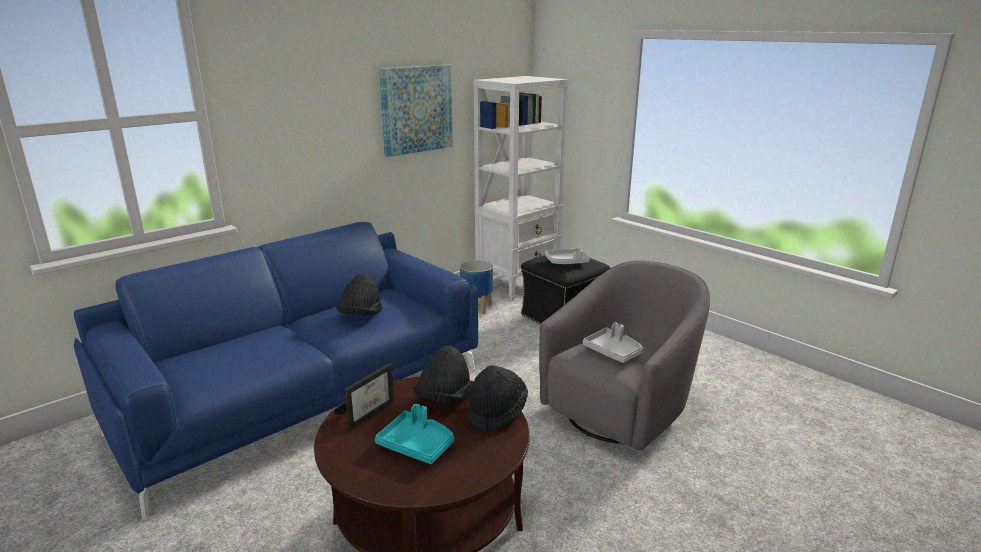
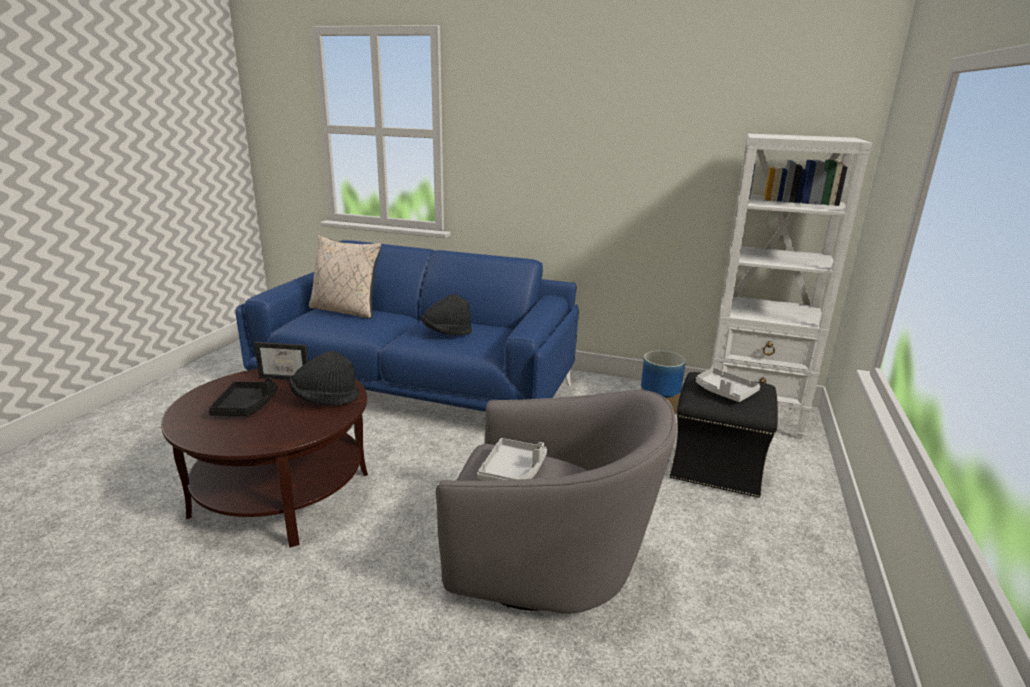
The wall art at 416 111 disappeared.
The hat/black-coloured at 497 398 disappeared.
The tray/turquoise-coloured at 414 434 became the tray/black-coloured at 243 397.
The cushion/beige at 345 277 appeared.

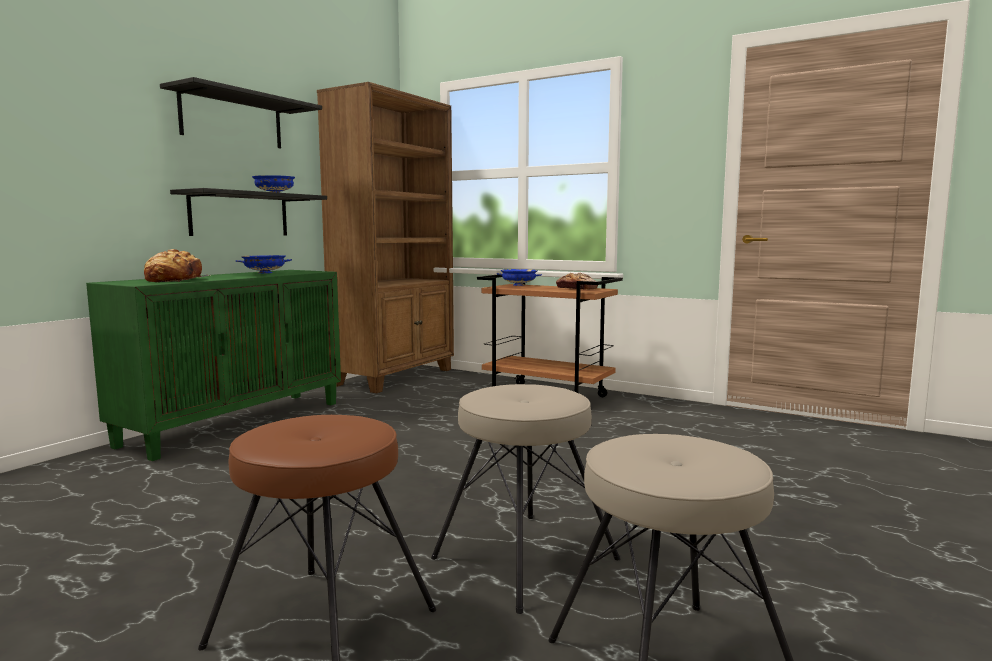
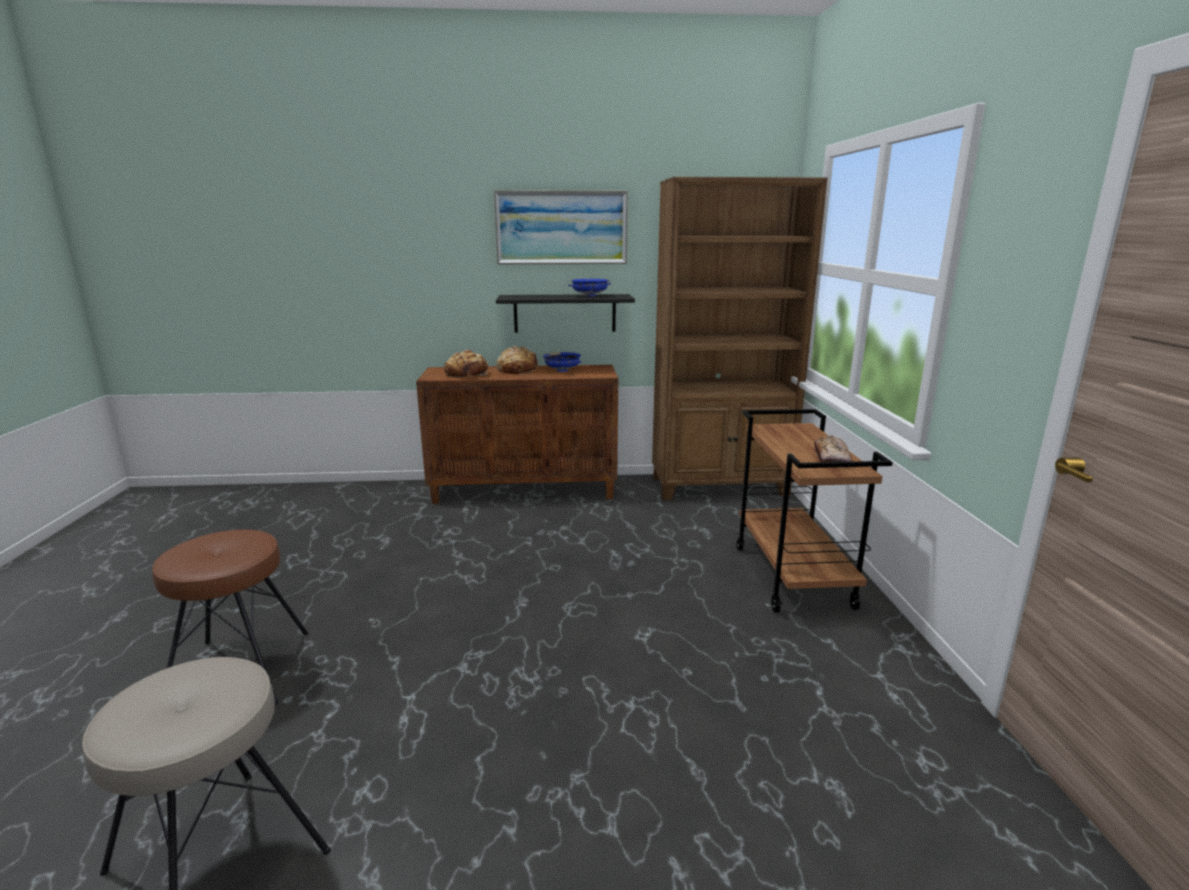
The bracket shelf/black-coloured at 241 113 was replaced by the wall art at 561 227.
The serving bowl/bluish at 519 277 disappeared.
The storage cabinet/green at 213 365 became the storage cabinet/brownish at 517 434.
The stool seat/beige at 525 499 disappeared.
The baked bread at 518 360 appeared.

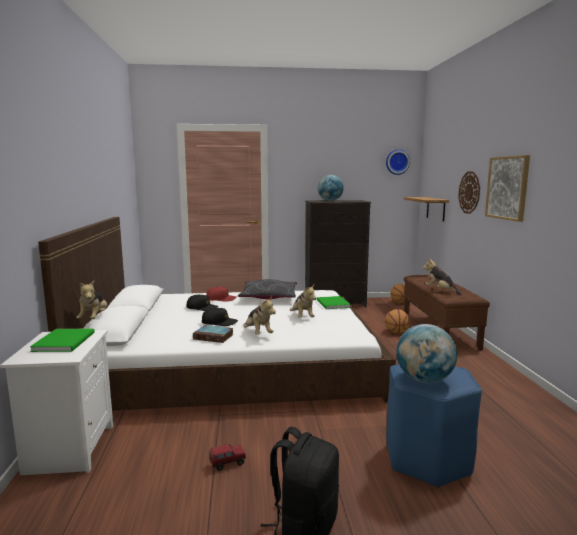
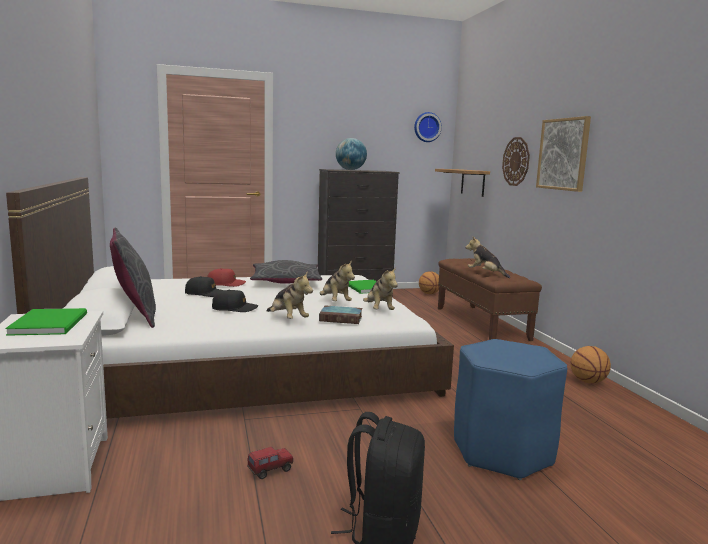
The soft toy moved from 91 300 to 380 288.
The basketball ball moved from 397 321 to 590 364.
The world globe at 426 353 disappeared.
The book moved from 213 334 to 340 315.
The cushion/greyish at 133 278 appeared.

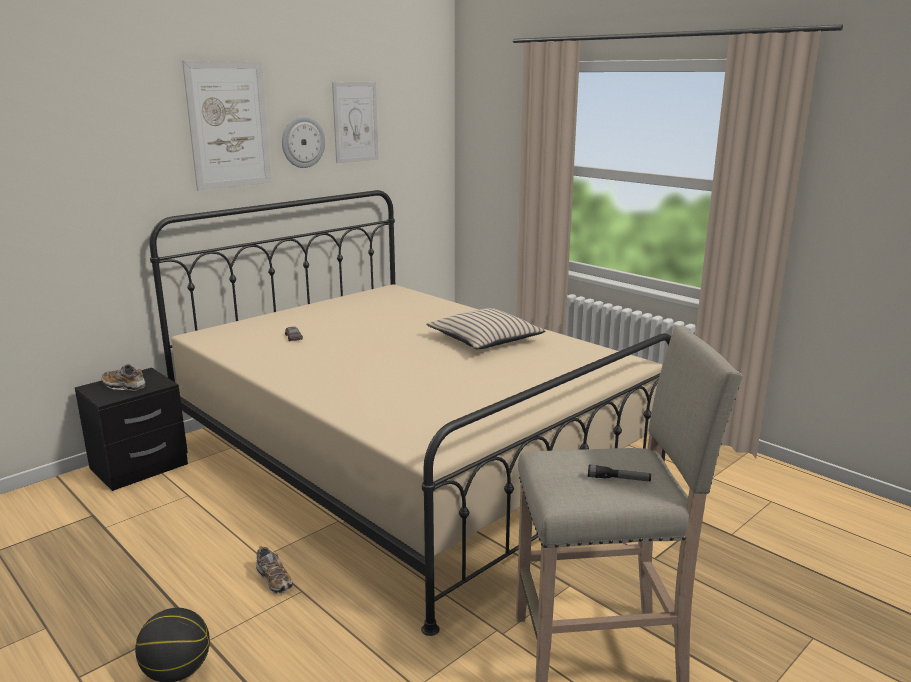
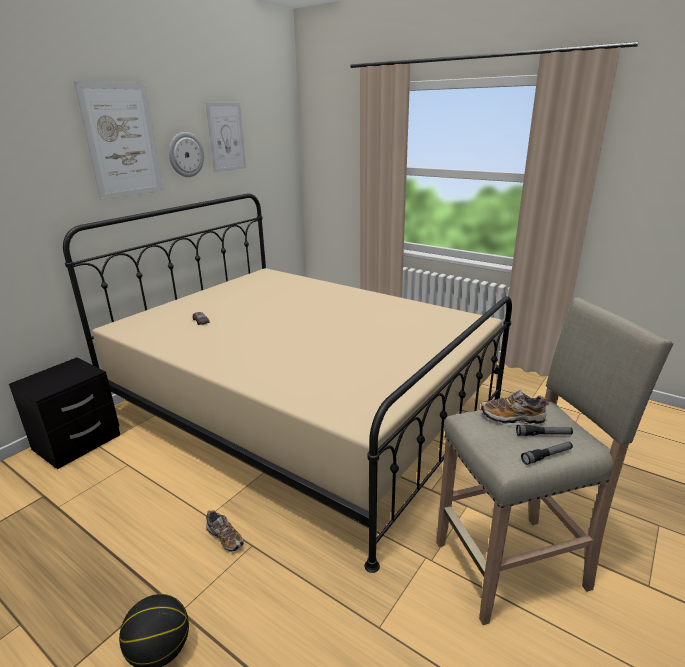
The cushion/beige at 485 328 disappeared.
The low shoe moved from 124 377 to 515 407.
The hand torch at 547 453 appeared.

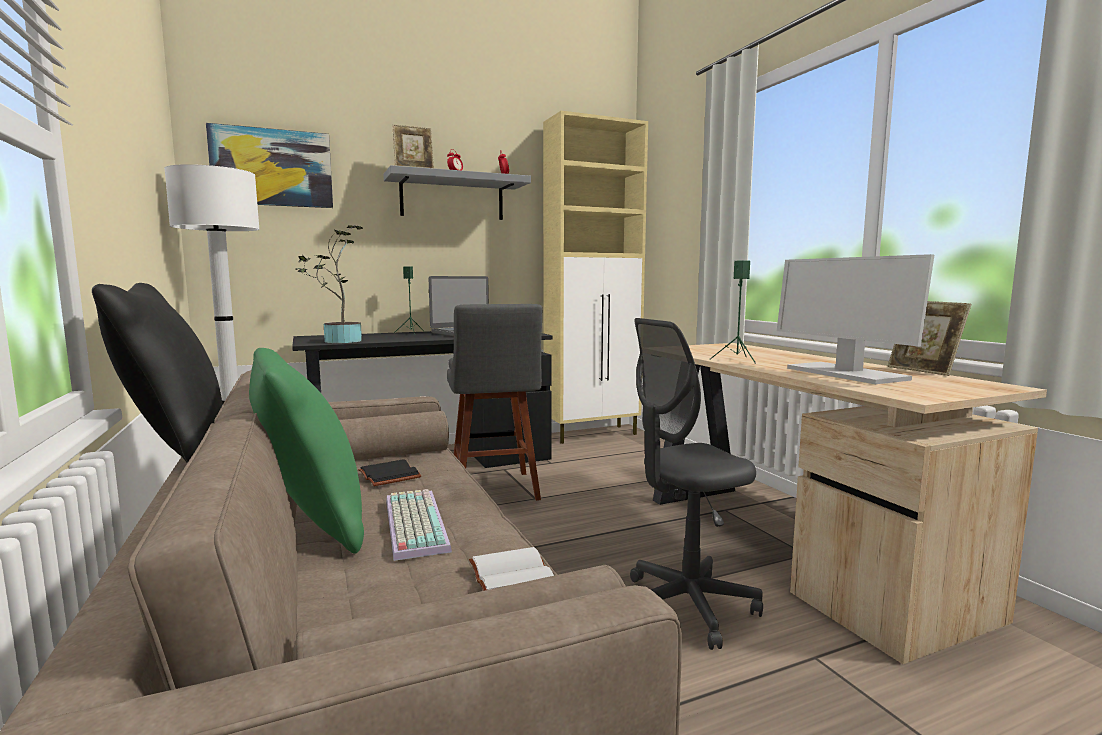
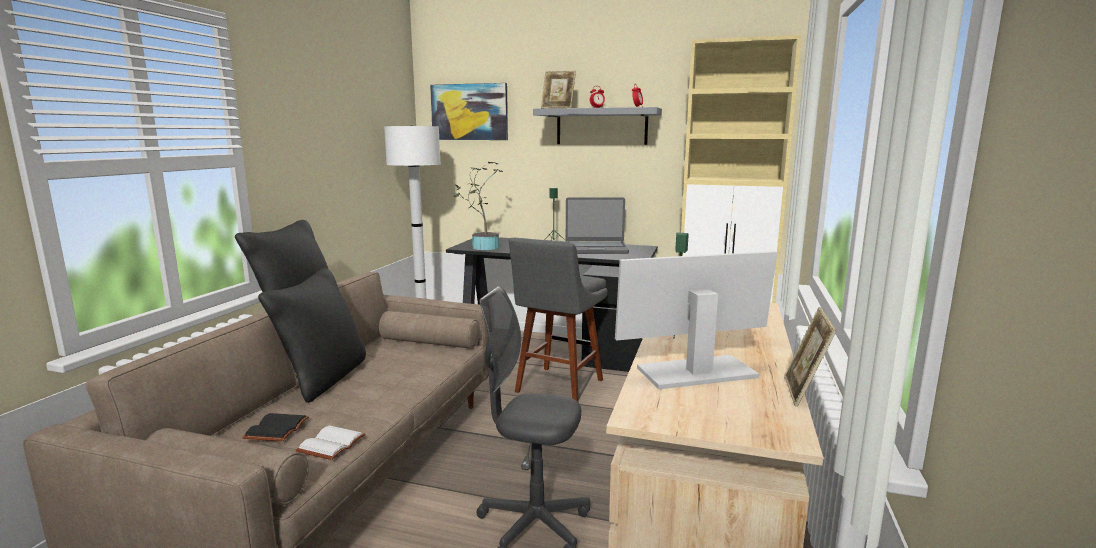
The computer screen at 855 319 turned 60 degrees clockwise.
The cushion/green at 306 450 became the cushion/black-coloured at 312 335.
The book/black-coloured moved from 390 473 to 275 427.
The keyboard at 419 525 disappeared.

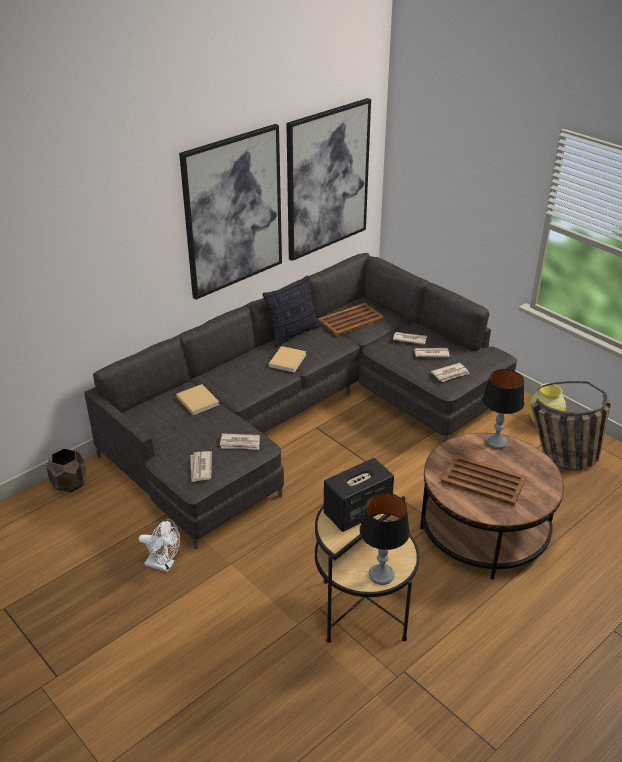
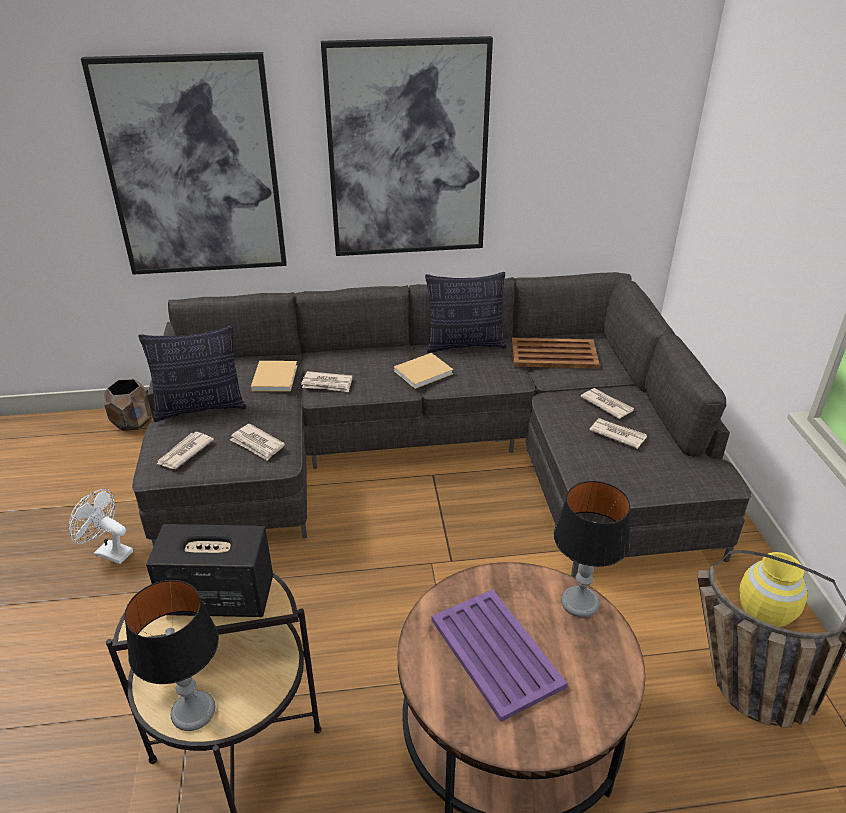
The wall art moved from 328 179 to 184 163.
The printed paper moved from 450 372 to 326 381.
The tray/brownish at 484 480 became the tray/purplish at 499 655.
The cooling fan/white at 159 545 turned 150 degrees clockwise.
The cushion at 193 373 appeared.

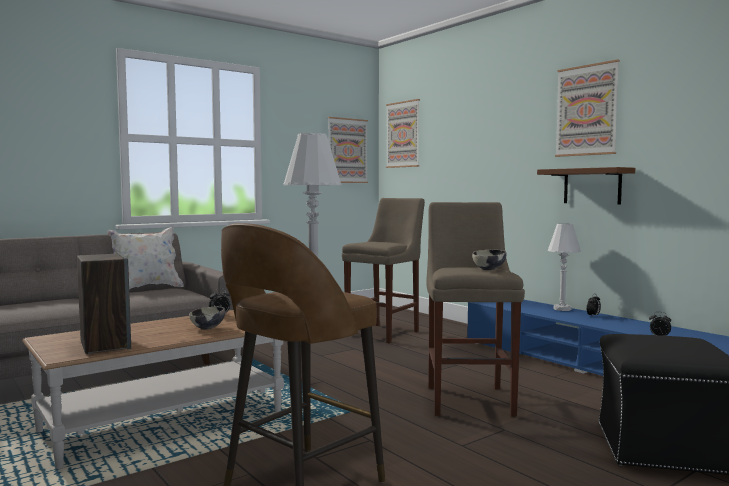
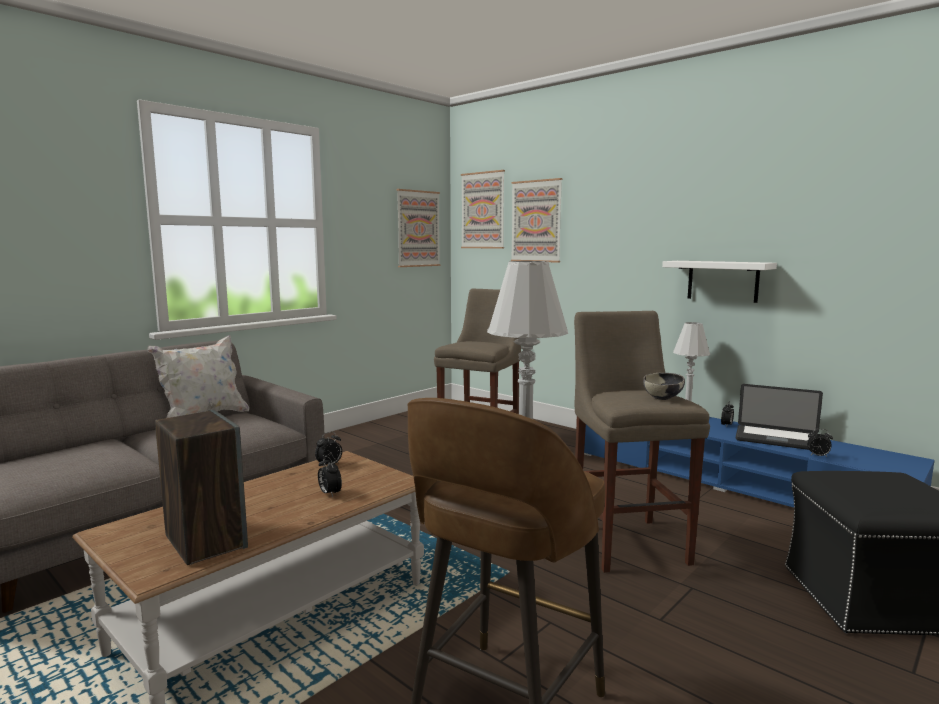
The wall art moved from 587 108 to 536 220.
The bracket shelf/brownish at 586 186 became the bracket shelf/white at 719 282.
The serving bowl at 207 318 was replaced by the table clock at 330 476.
The laptop at 779 417 appeared.

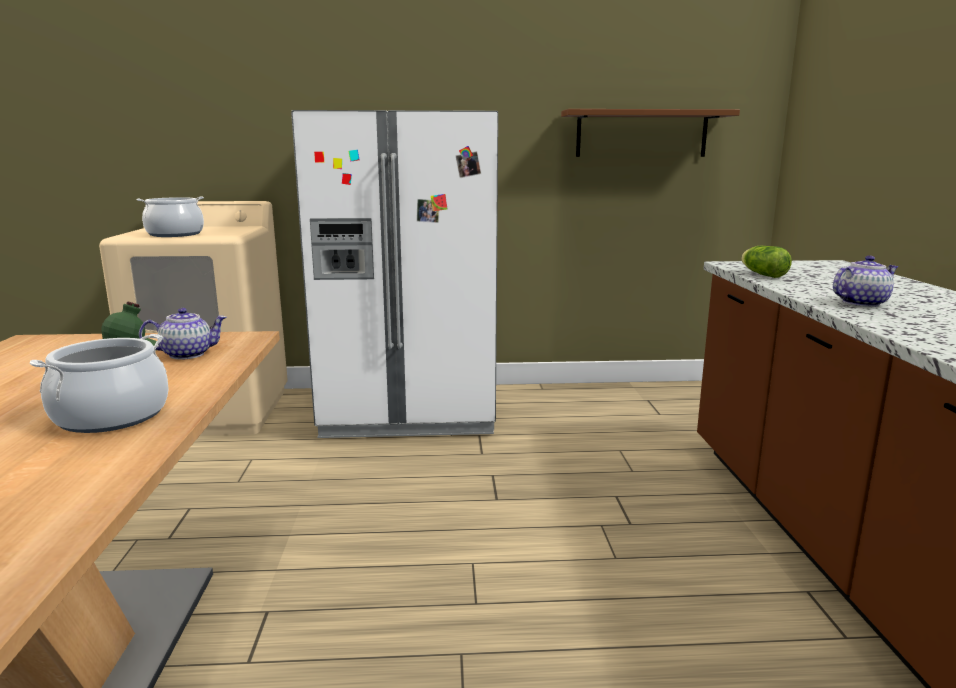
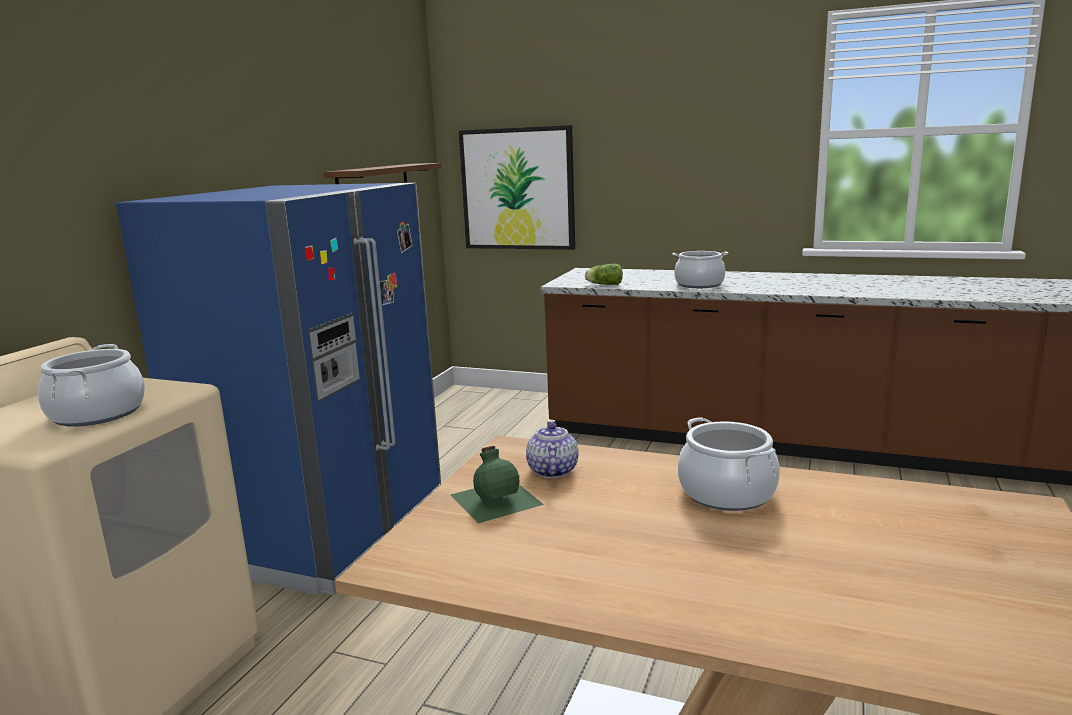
The refrigerator/white at 394 274 became the refrigerator/bluish at 278 389.
The teapot at 865 281 was replaced by the cooking pot at 700 269.
The wall art at 517 187 appeared.

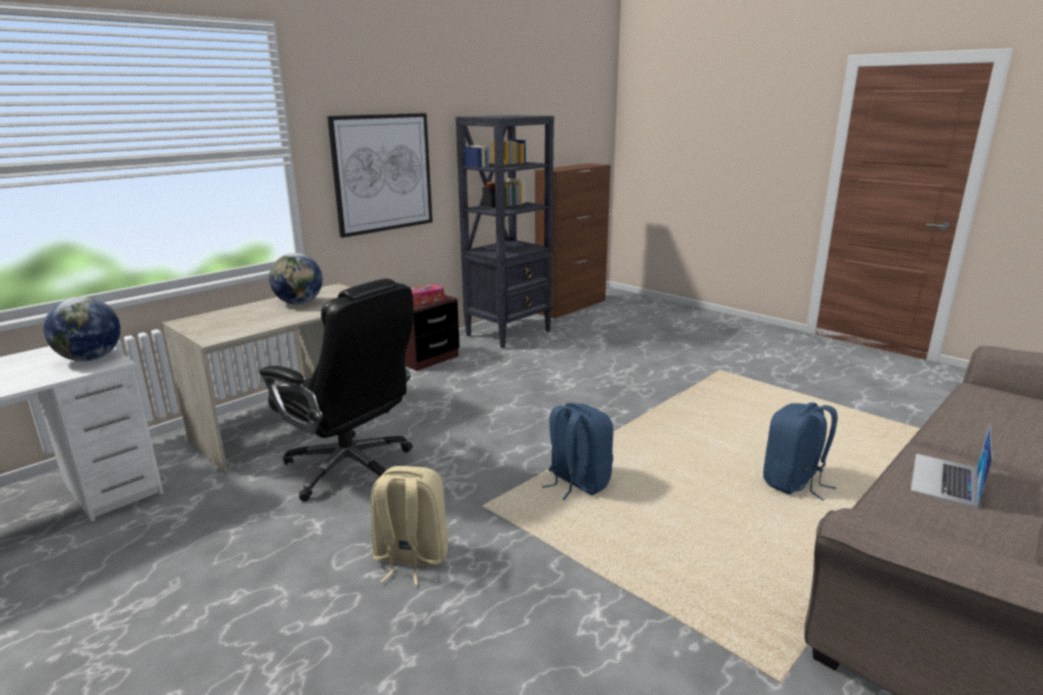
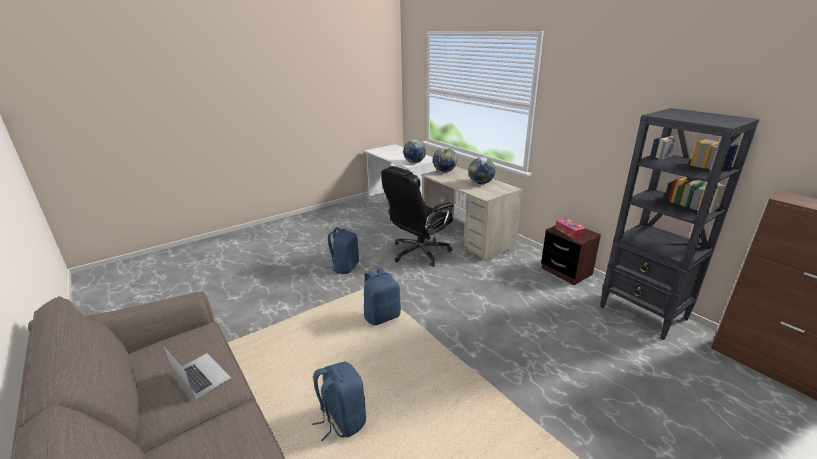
The wall art at 379 175 disappeared.
The rucksack/beige at 409 525 became the rucksack/bluish at 343 250.
The world globe at 445 159 appeared.

